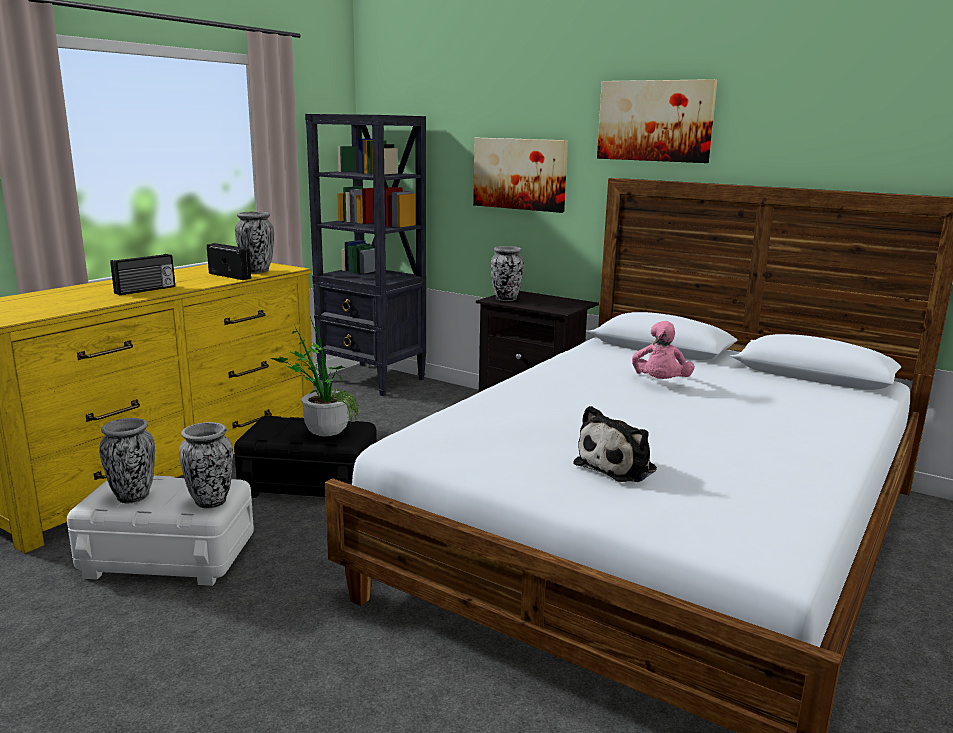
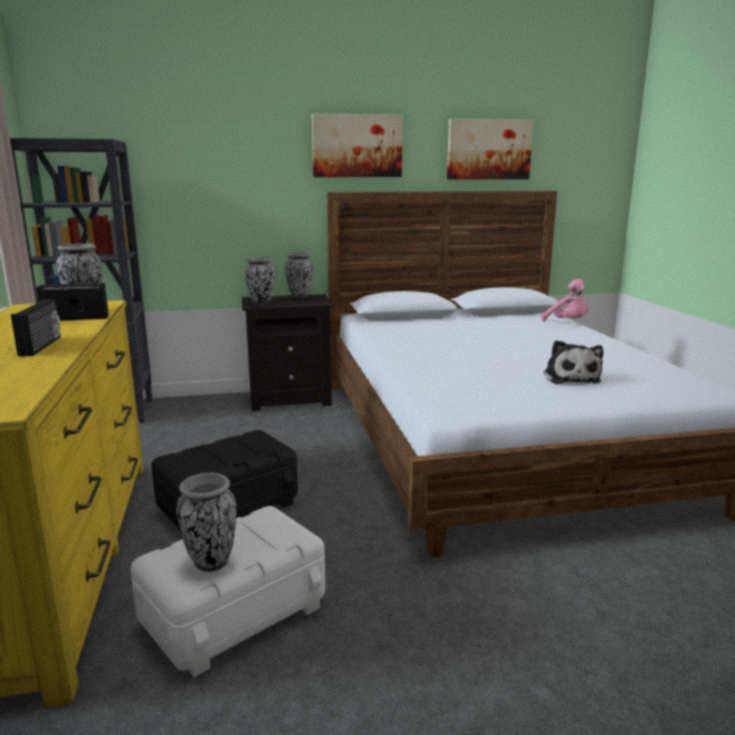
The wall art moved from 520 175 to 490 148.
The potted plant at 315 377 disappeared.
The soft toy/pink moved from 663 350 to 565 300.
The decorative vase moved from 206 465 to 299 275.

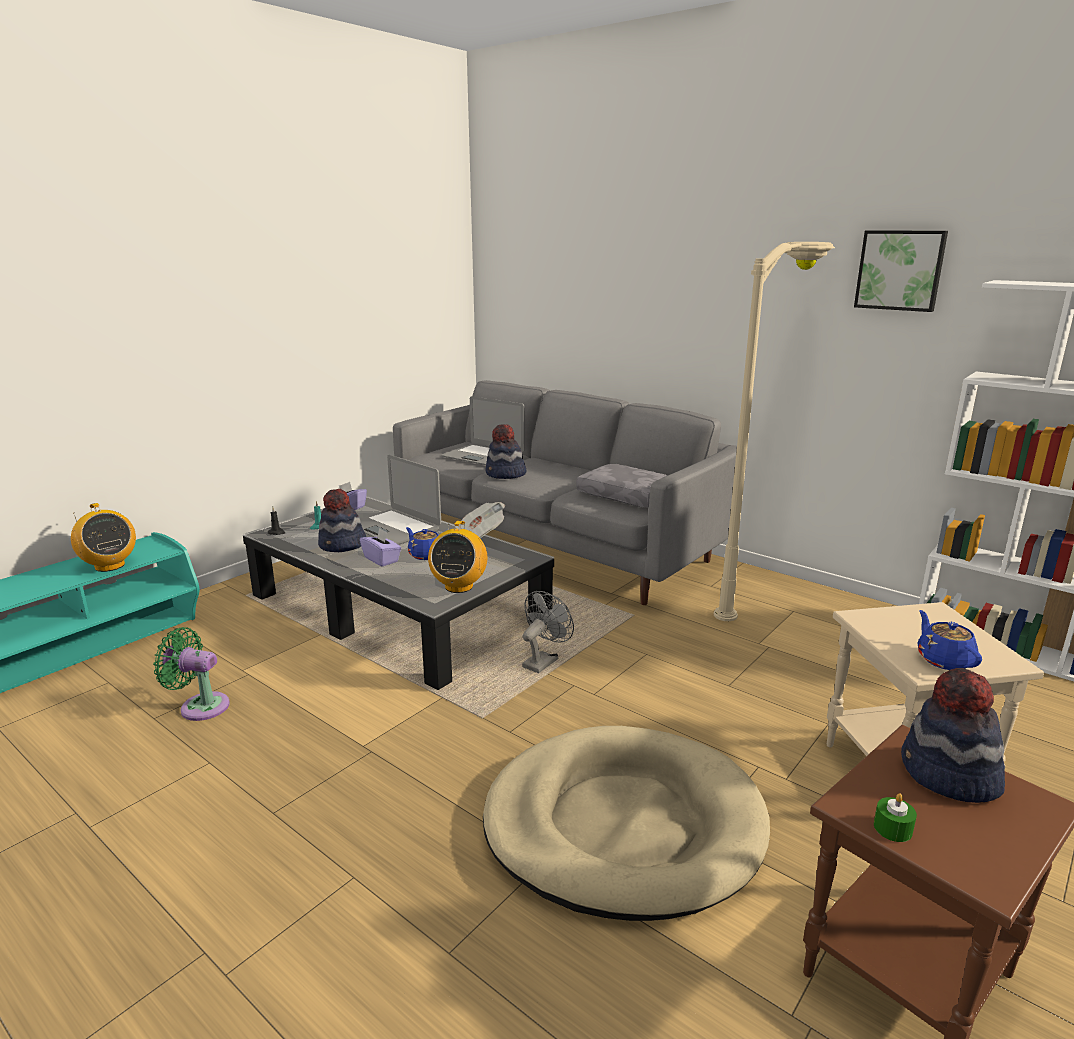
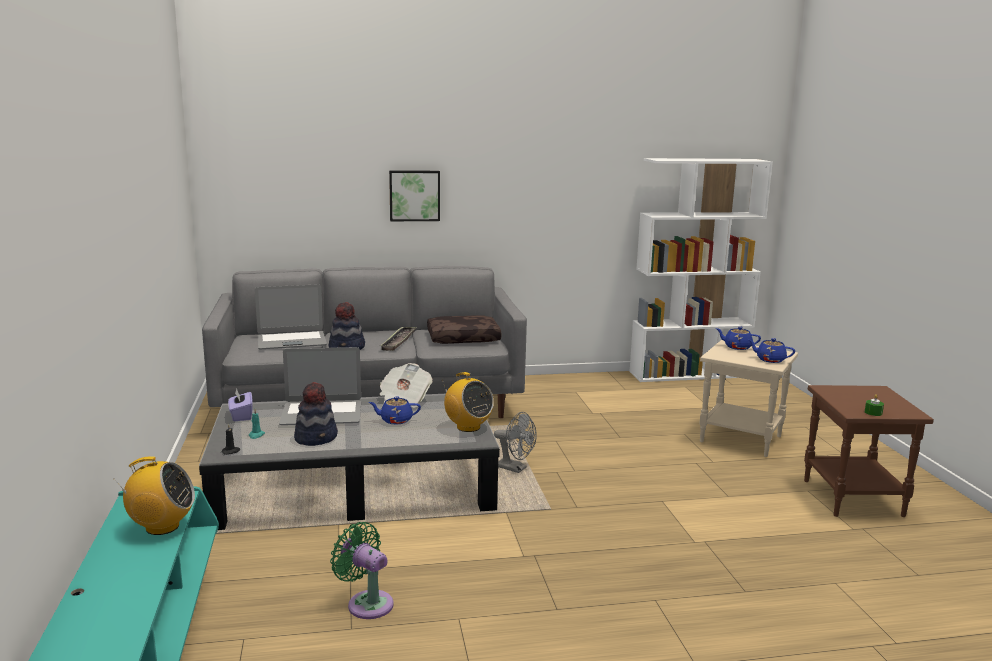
The wall art moved from 901 271 to 414 195.
The floor lamp/beige at 774 431 disappeared.
The cushion/greyish at 622 485 became the cushion/brownish at 464 329.
The tissue holder/purplish at 381 547 disappeared.
The cooling fan/greyish at 548 632 turned 135 degrees clockwise.
The cooling fan/green at 191 674 turned 75 degrees clockwise.
The hat at 953 735 disappeared.
The dog bed/beige at 626 823 disappeared.
The teapot/bluish at 738 338 appeared.
The tray at 398 339 appeared.

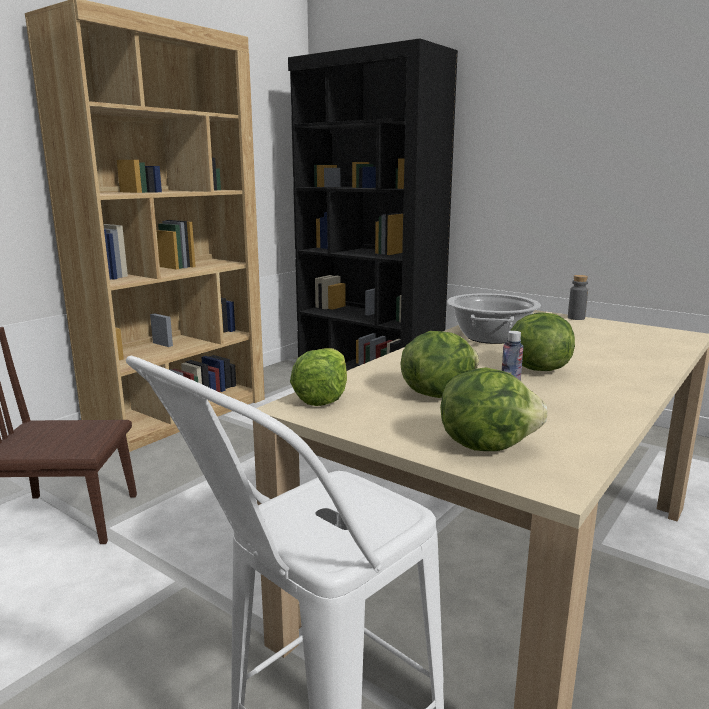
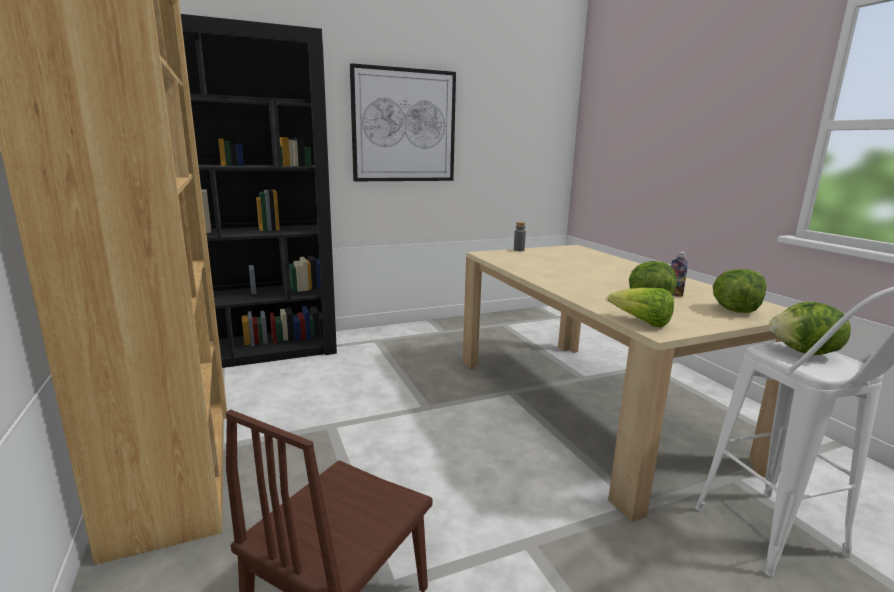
The cooking pot at 494 318 disappeared.
The lettuce moved from 542 341 to 810 328.
The wall art at 403 122 appeared.

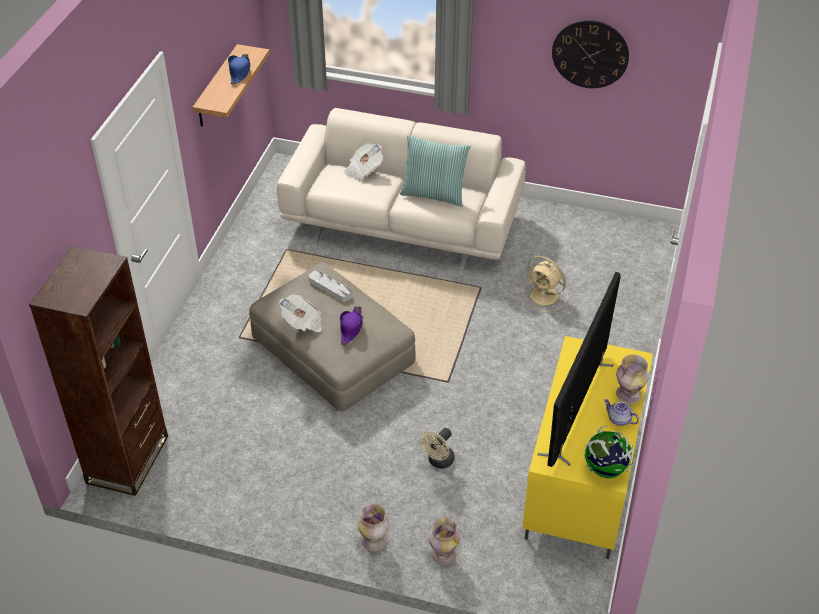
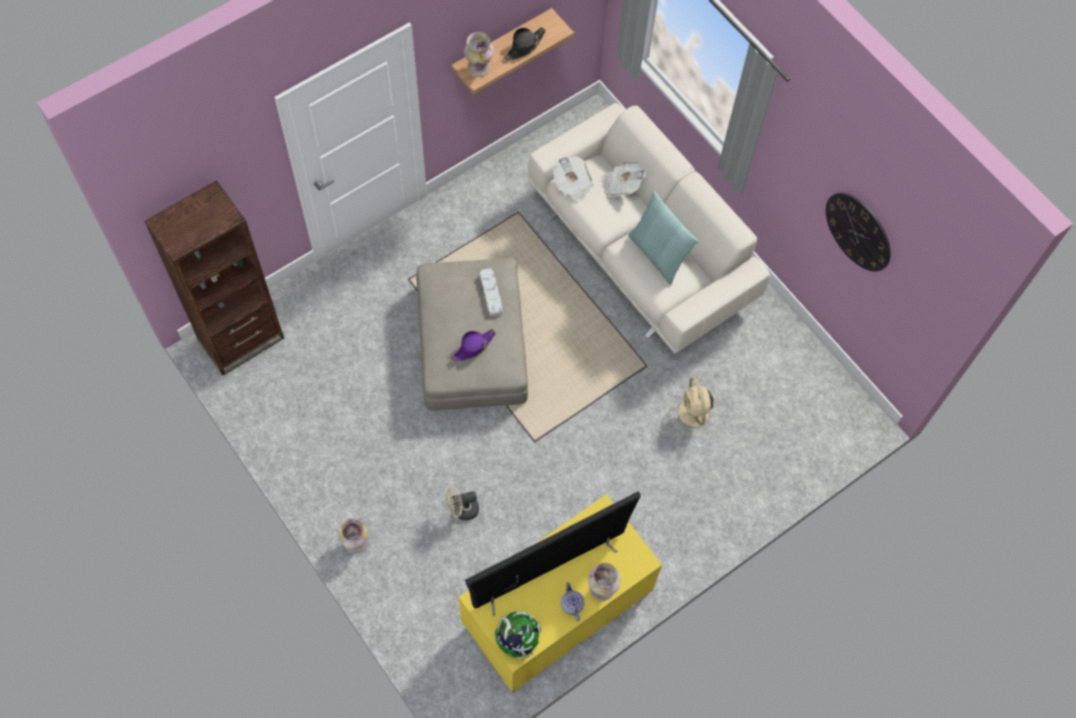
The hat/bluish at 239 69 became the hat/black-coloured at 525 44.
The printed paper moved from 300 313 to 573 179.
The decorative vase moved from 444 541 to 478 54.

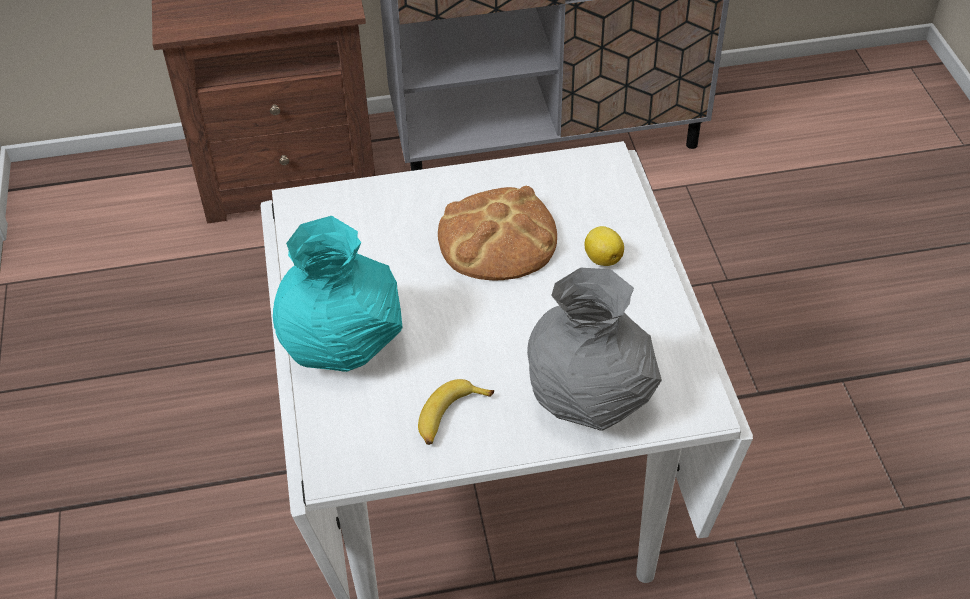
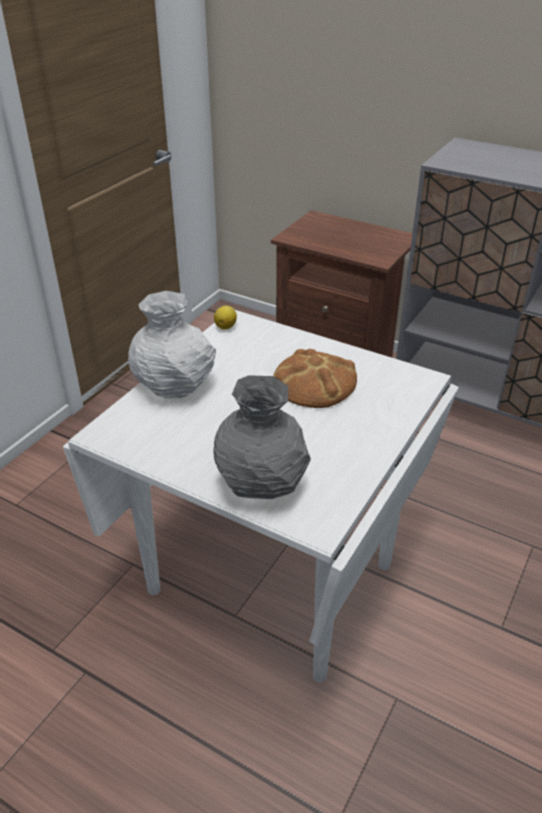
The decorative vase/turquoise-coloured at 337 294 became the decorative vase/white at 172 344.
The lemon moved from 604 246 to 225 318.
The banana fruit at 456 412 disappeared.

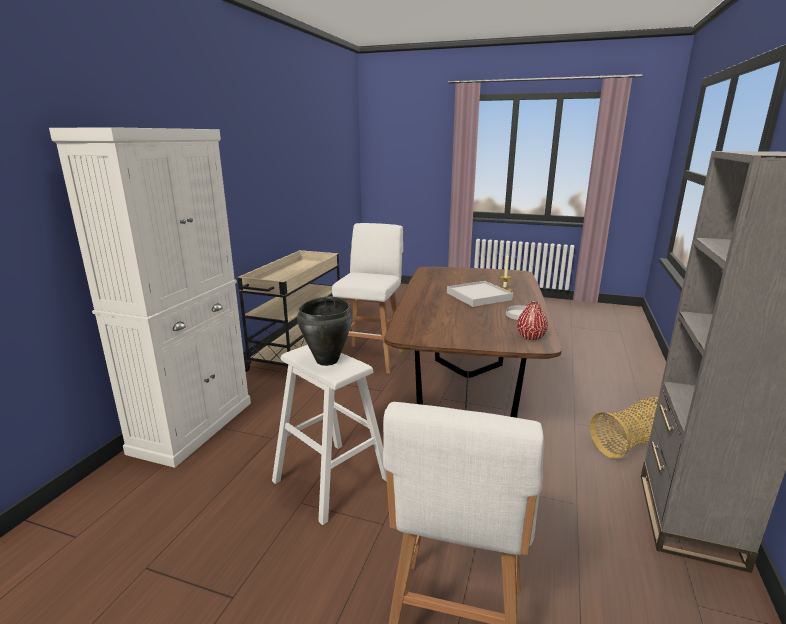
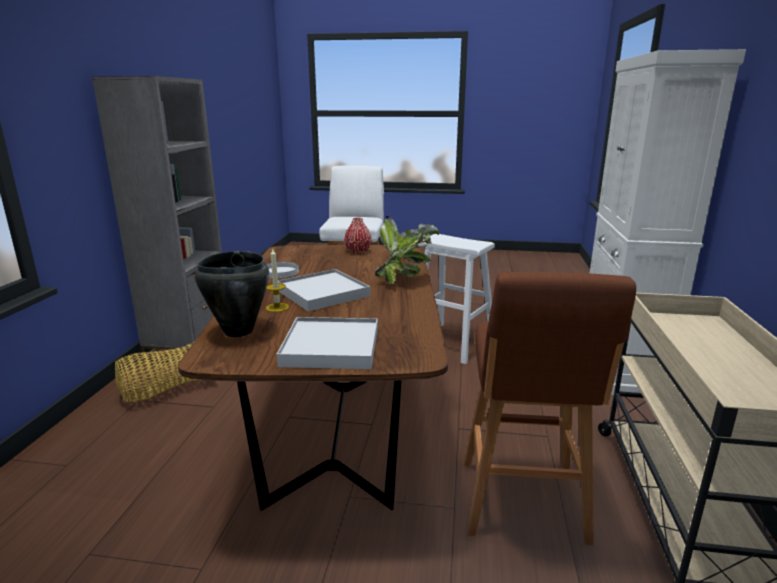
The stool seat/white at 368 298 became the stool seat/brownish at 550 409.
The cooking pot/black-coloured moved from 325 331 to 232 294.
The decorative vase/red-coloured moved from 532 320 to 358 236.
The potted plant at 407 250 appeared.
The tray/white at 327 343 appeared.

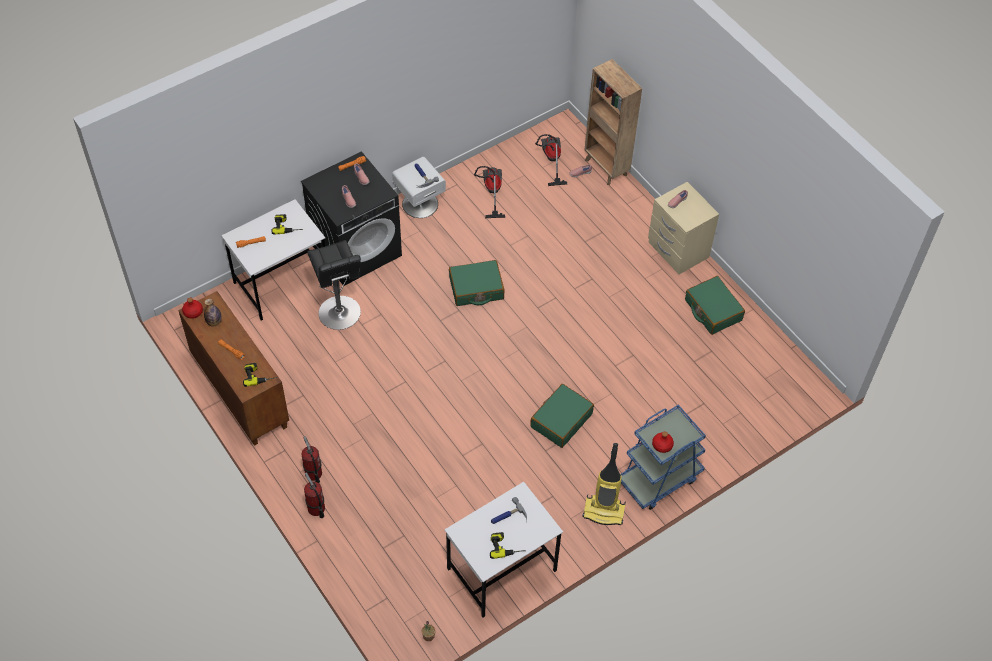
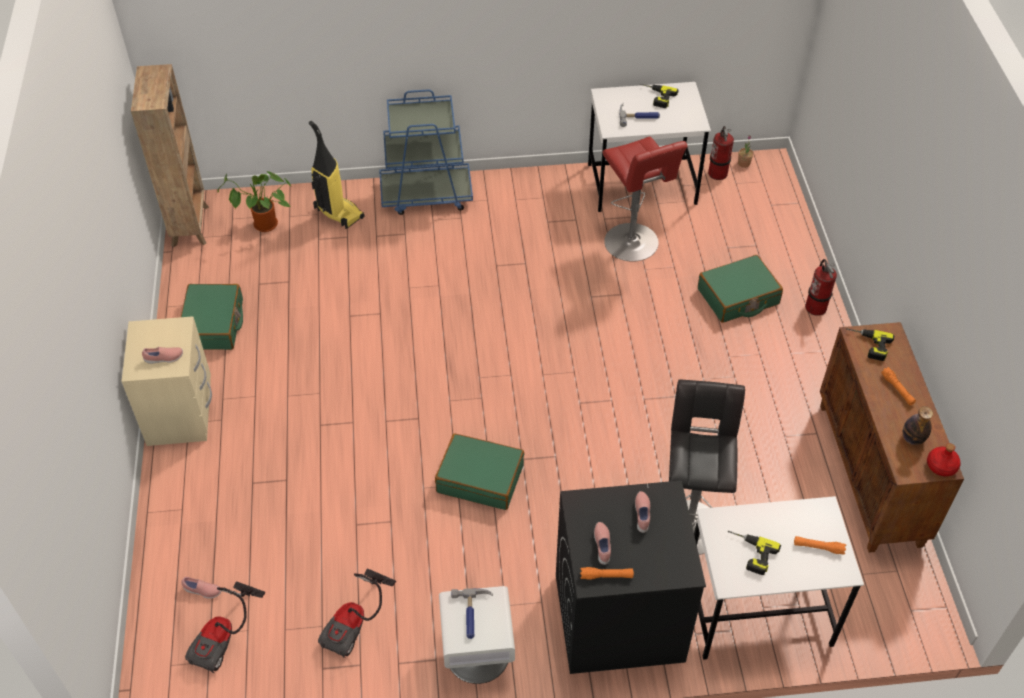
The bookshelf/brownish moved from 613 122 to 170 155.
The suitcase/green moved from 562 416 to 740 289.
The drink bottle/red-coloured at 663 442 disappeared.
The fire-fighting cylinder moved from 311 459 to 721 153.
The vacuum cleaner moved from 604 484 to 337 175.
The stool seat/red-coloured at 645 199 appeared.
The potted plant at 254 201 appeared.

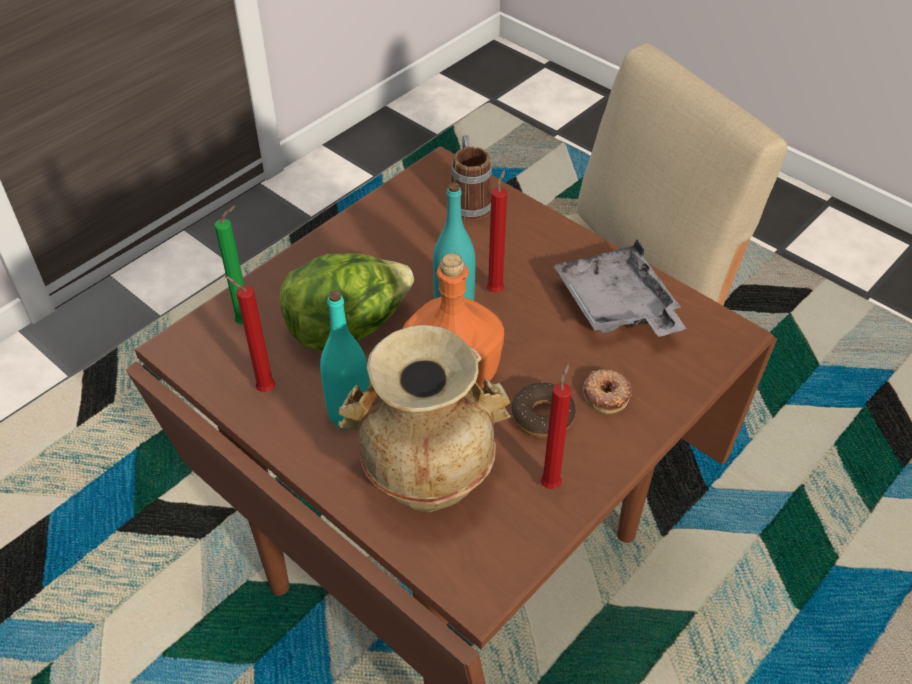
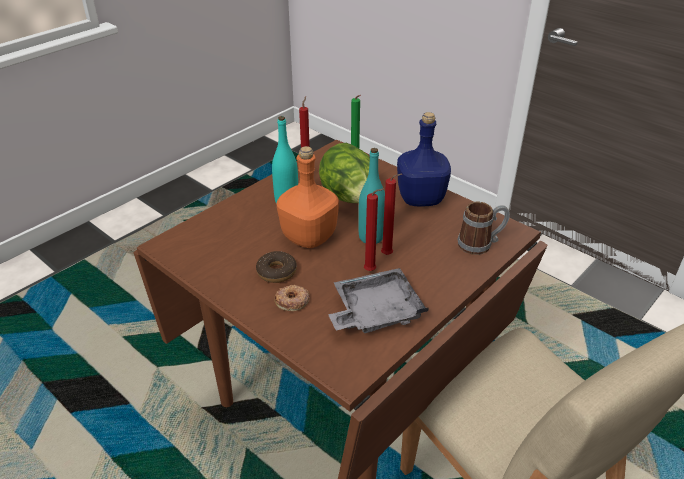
The decorative vase/beige at 424 419 disappeared.
The wax candle/red-coloured moved from 556 426 to 374 230.
The drink bottle/bluish at 424 159 appeared.

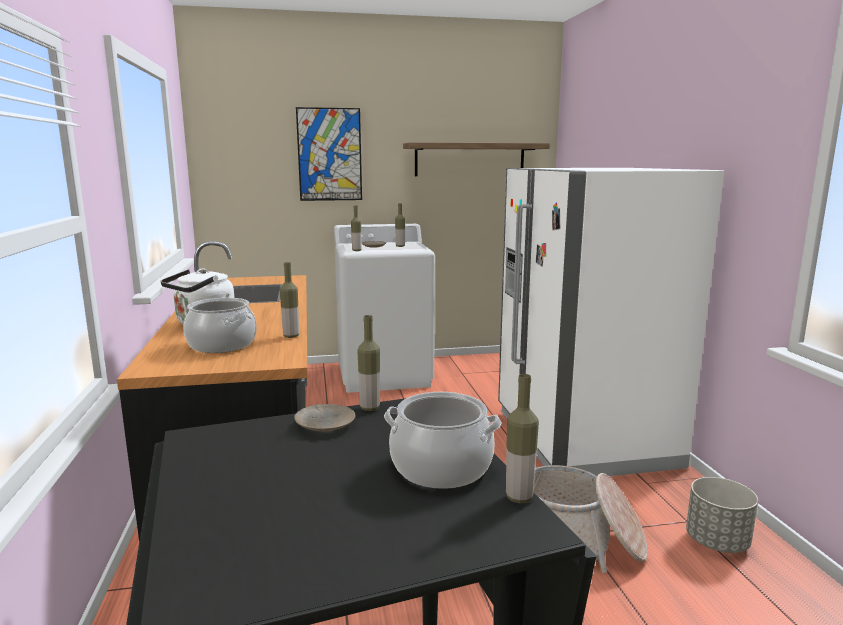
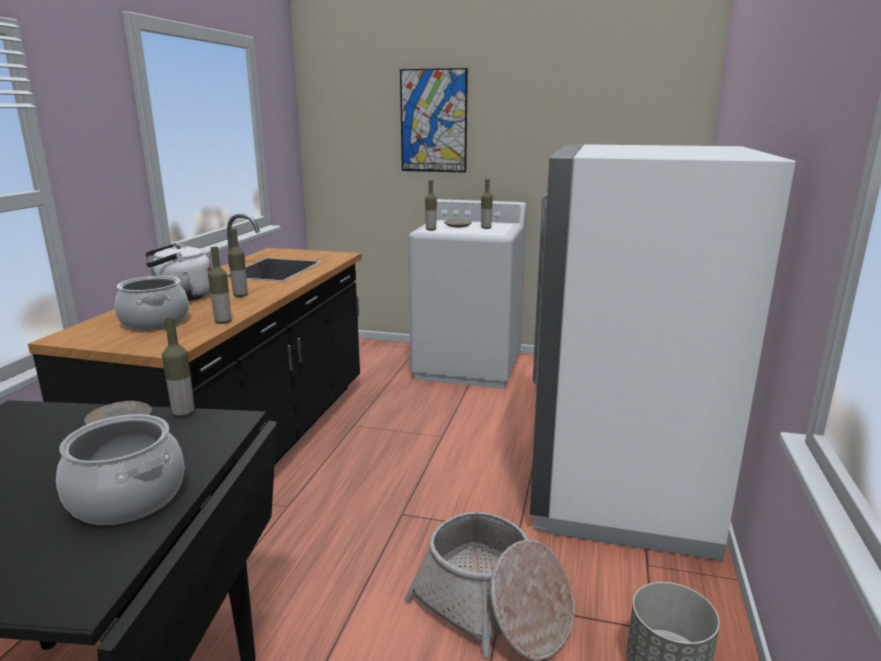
The bracket shelf at 476 159 disappeared.
The drink bottle moved from 522 438 to 238 263.

